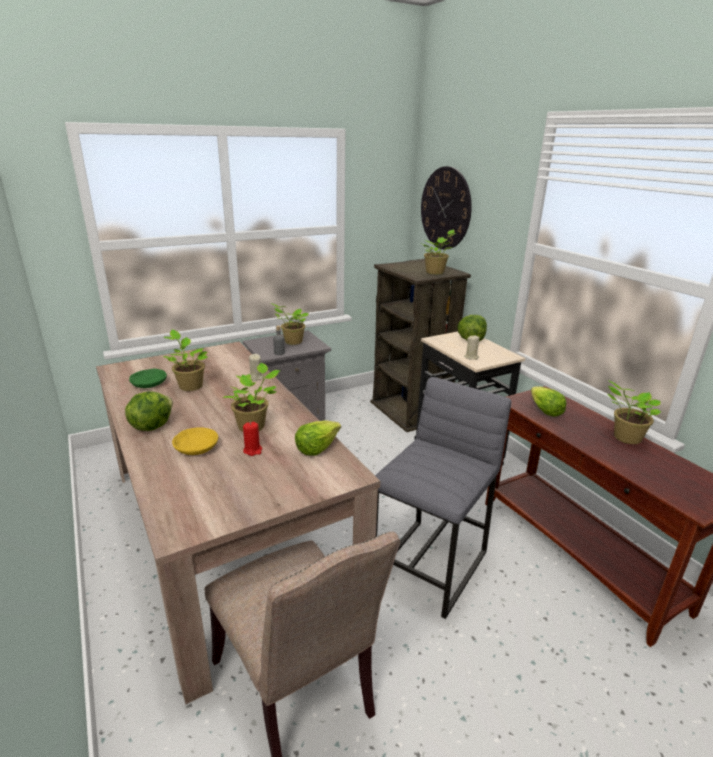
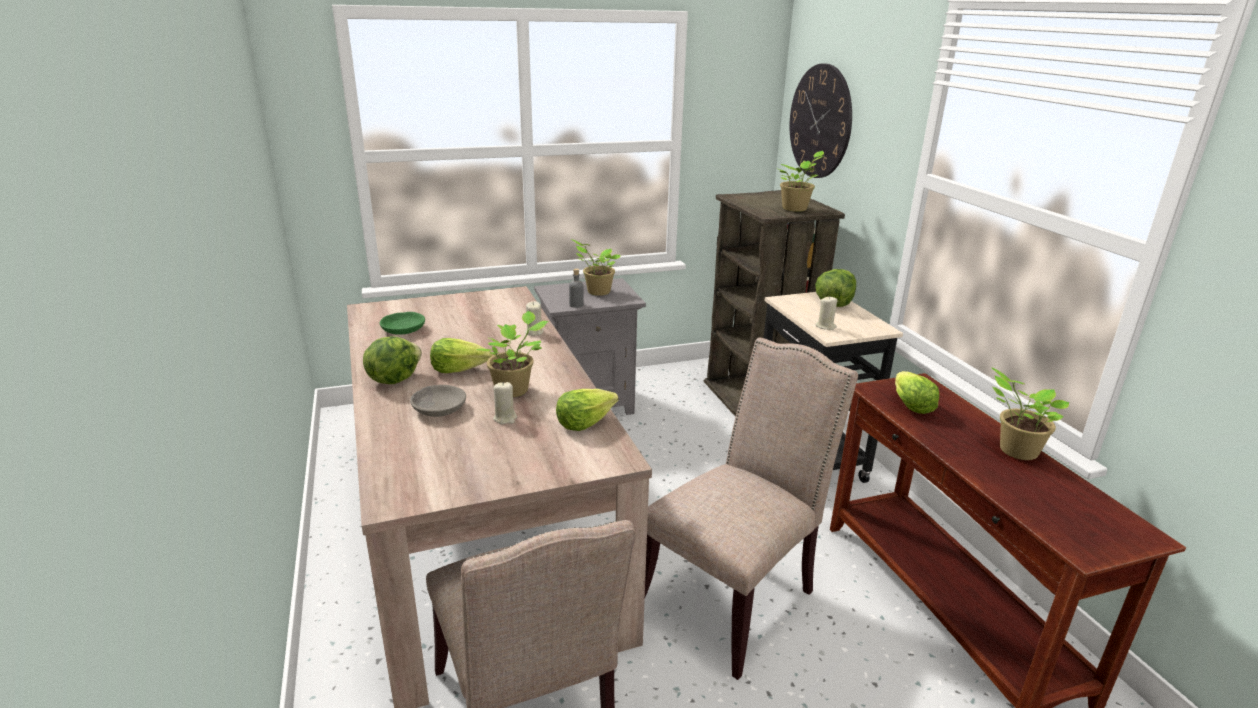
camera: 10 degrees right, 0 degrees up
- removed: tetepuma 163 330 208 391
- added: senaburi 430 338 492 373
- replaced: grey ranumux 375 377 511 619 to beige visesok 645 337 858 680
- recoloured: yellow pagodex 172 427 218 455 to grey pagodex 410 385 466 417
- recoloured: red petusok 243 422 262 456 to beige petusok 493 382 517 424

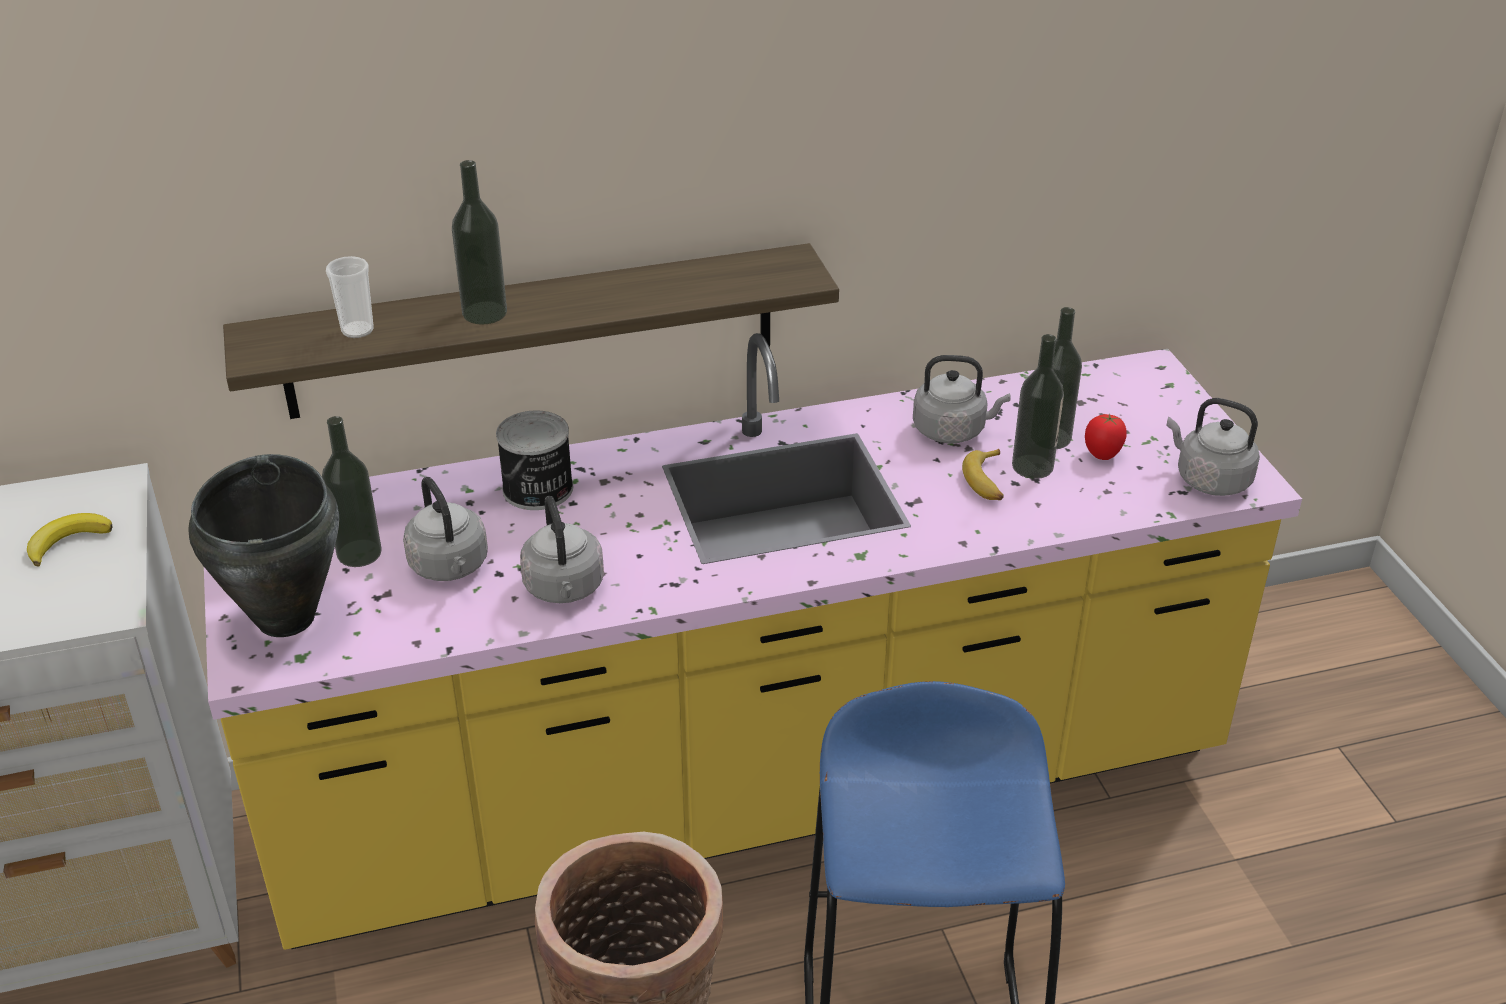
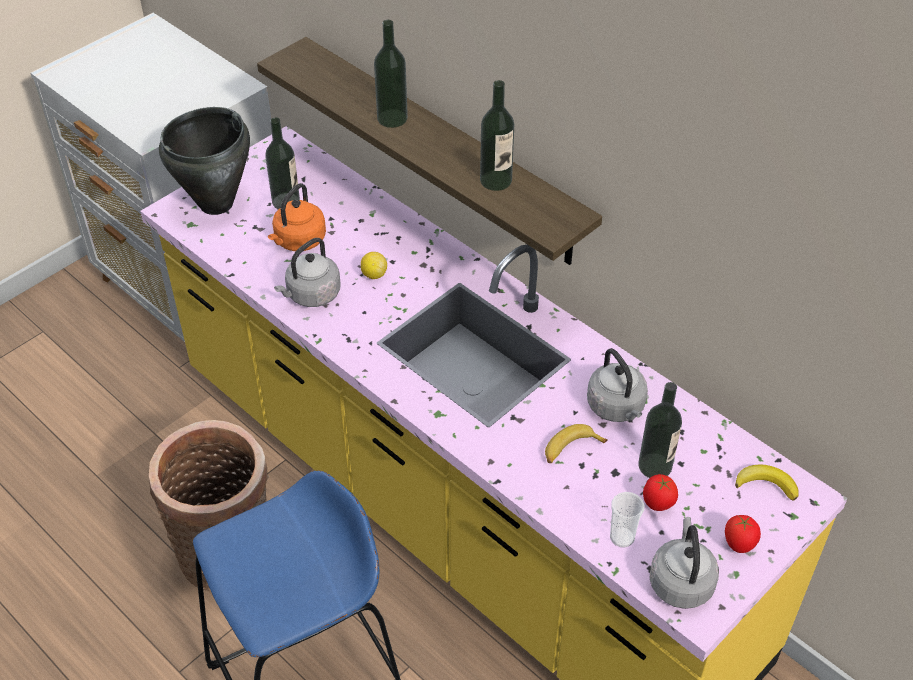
camera: 60 degrees right, 10 degrees up
- removed: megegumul 496 411 573 510
- added: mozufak 361 252 387 279
- added: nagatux 725 515 761 553
- moved: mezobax 27 513 113 567 to 735 464 799 501
- moved: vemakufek 326 256 374 338 to 610 492 644 548
- moved: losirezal 1012 334 1064 479 to 480 80 514 191
- recoloured: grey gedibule 403 477 488 581 to orange gedibule 268 183 326 251

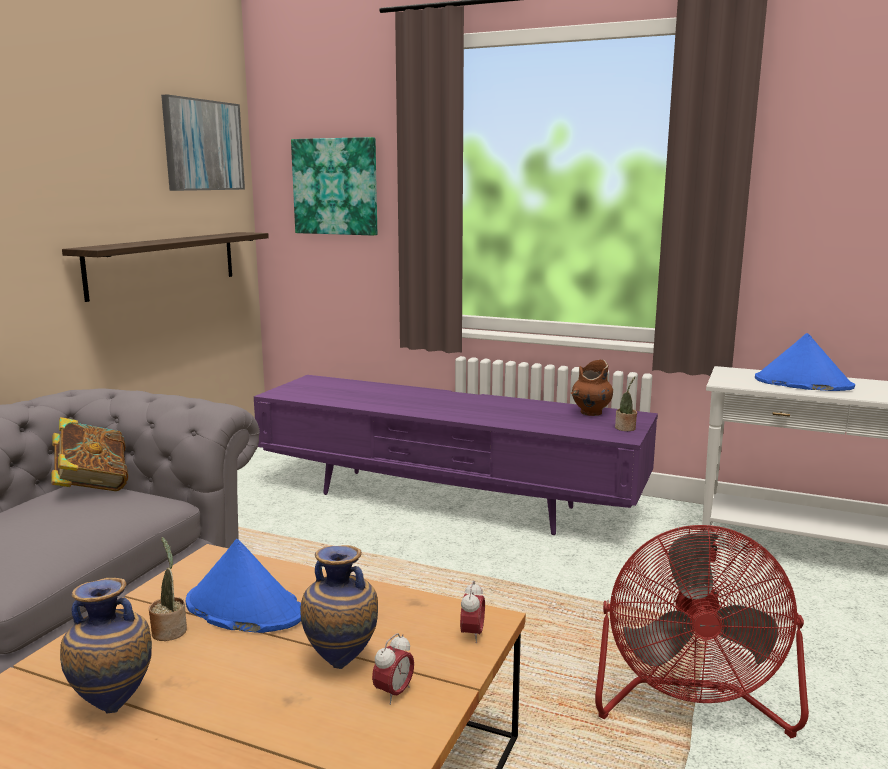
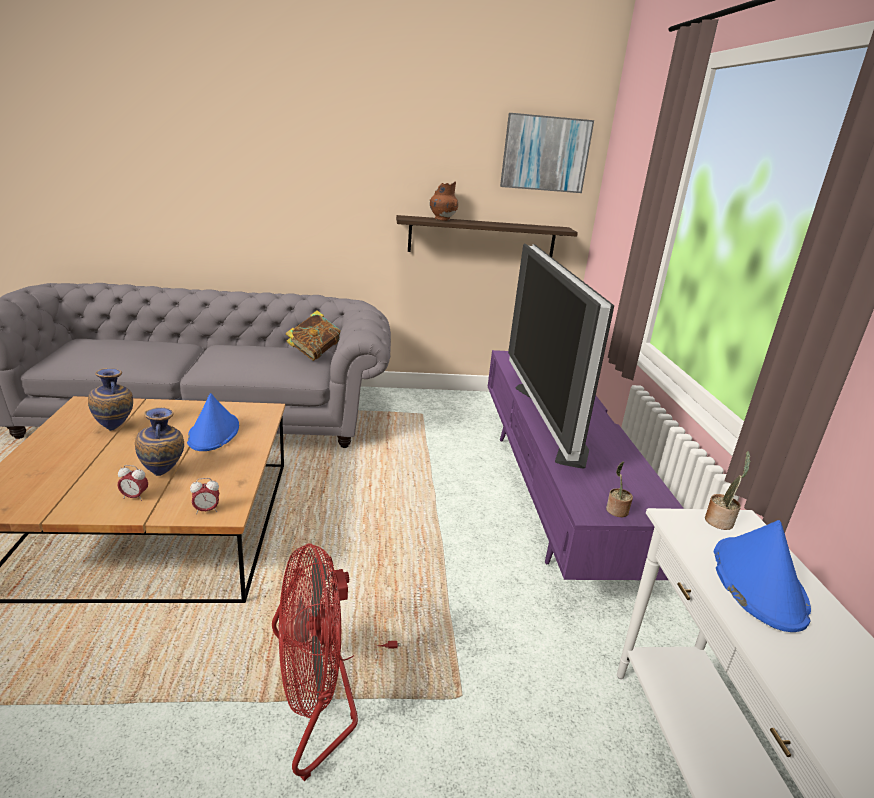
camera: 60 degrees right, 10 degrees up
- removed: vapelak 291 137 377 236
- added: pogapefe 508 244 614 468
- moved: tetepuma 149 537 187 641 to 705 451 751 530
- moved: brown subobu 571 360 613 416 to 430 181 458 221

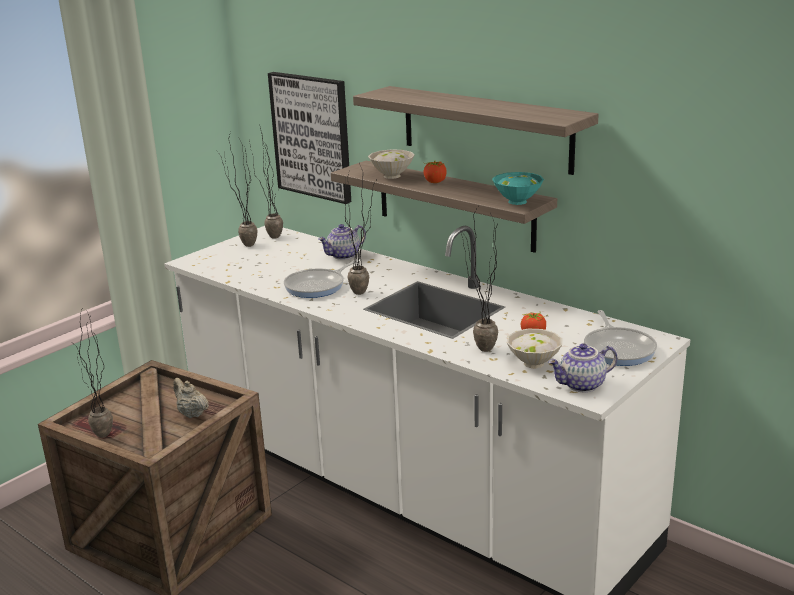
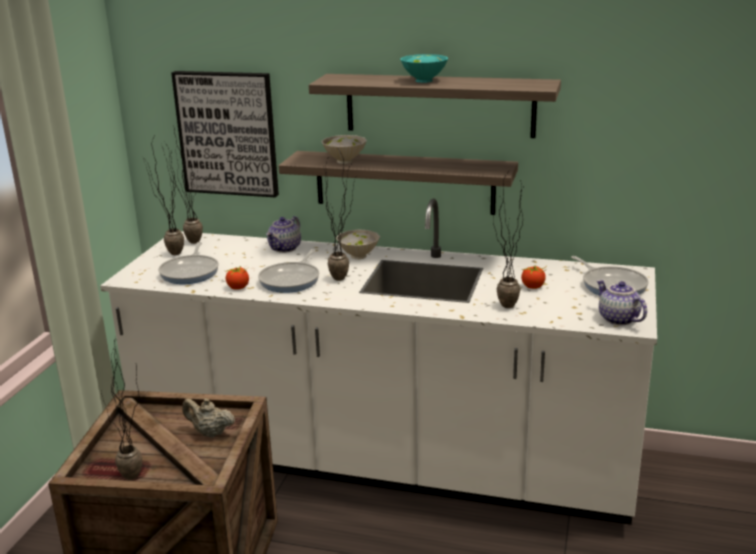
camera: 25 degrees left, 0 degrees up
- added: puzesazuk 158 242 219 284
- moved: nagatux 424 161 447 183 to 226 267 249 290
- moved: turquoise pagodex 492 172 544 205 to 400 54 448 83
- moved: white pagodex 507 328 562 368 to 336 229 380 259
- turned: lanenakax 548 343 617 392 = 596 280 647 325 105 degrees clockwise

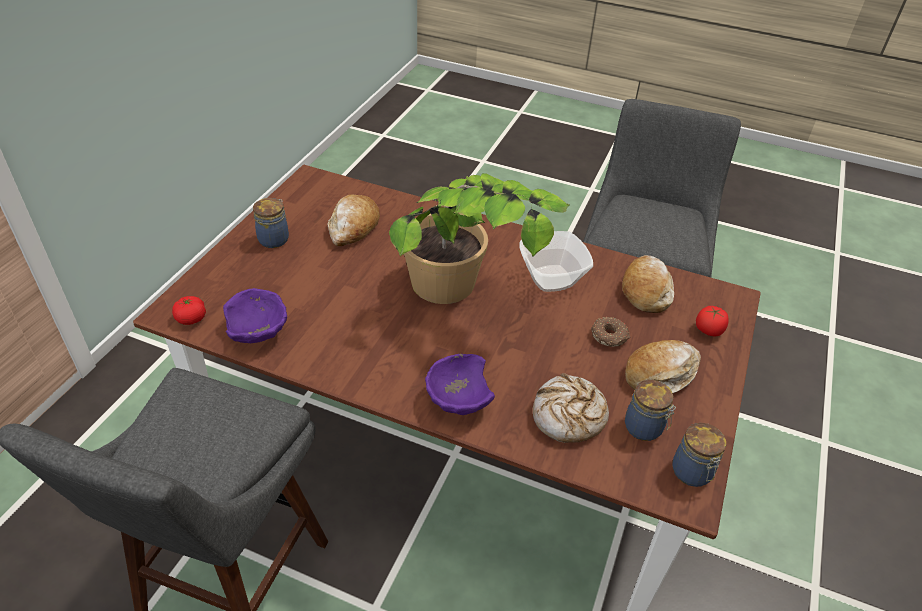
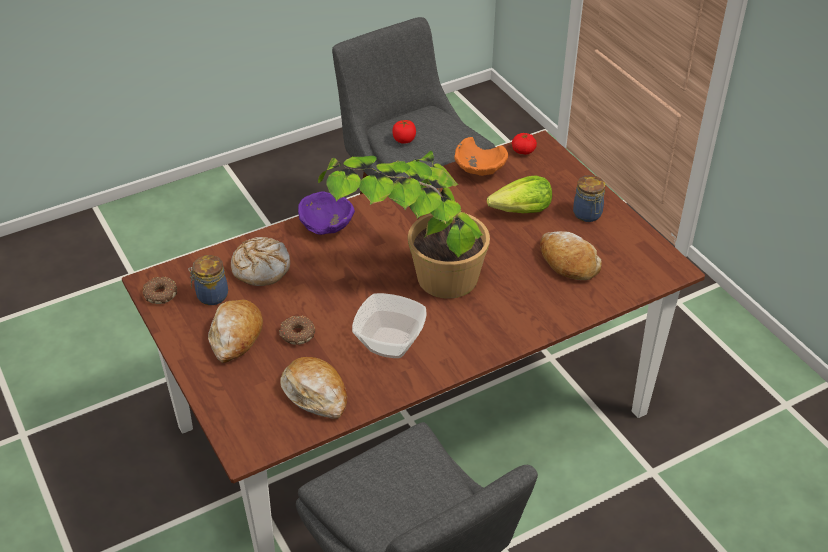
camera: 130 degrees right, 0 degrees up
- added: senaburi 487 175 552 213
- moved: nagatux 696 306 729 336 to 393 120 416 144
- replaced: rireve 673 423 726 487 to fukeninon 143 277 177 304
- recoloured: purple pagodex 223 288 287 343 to orange pagodex 454 137 508 176

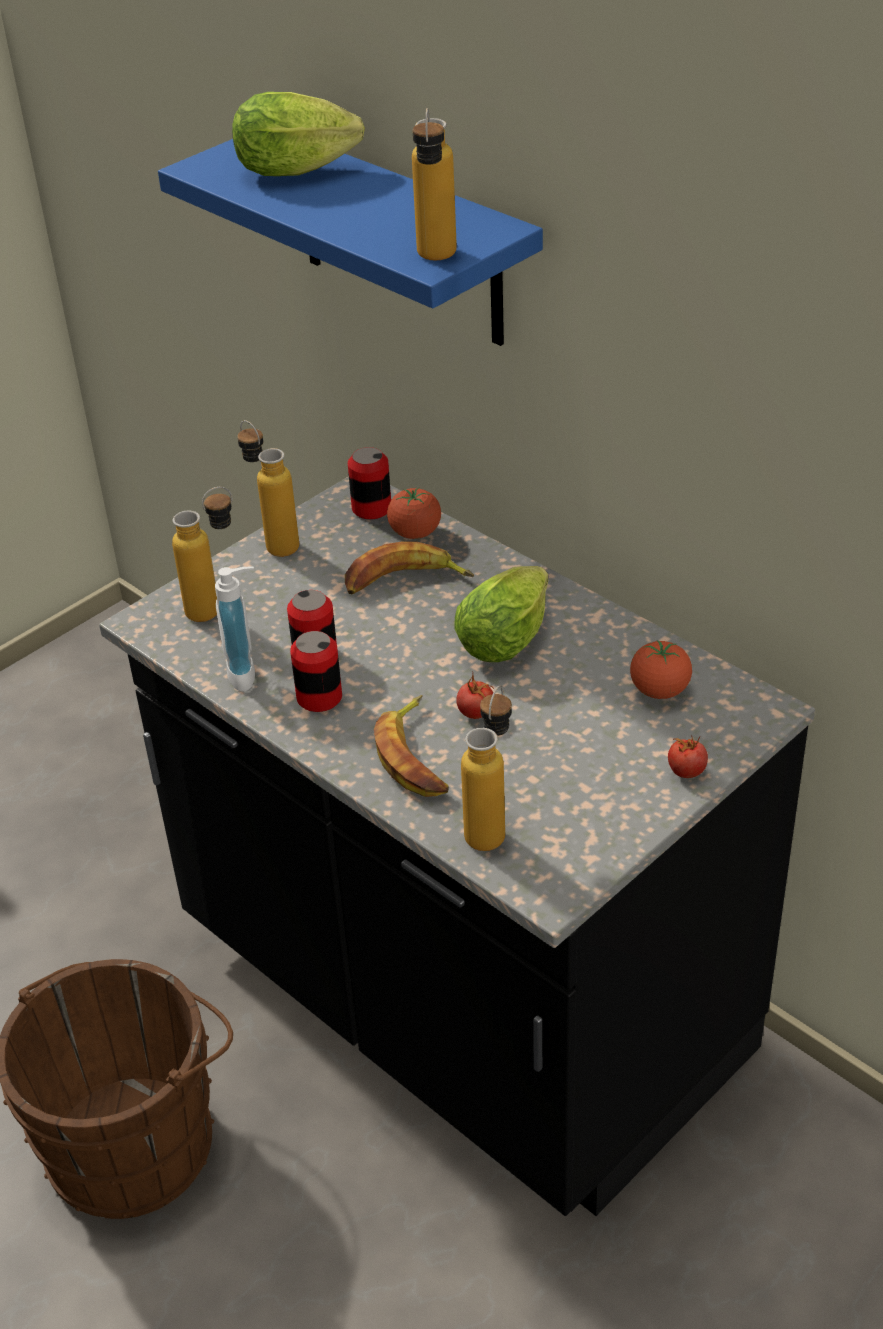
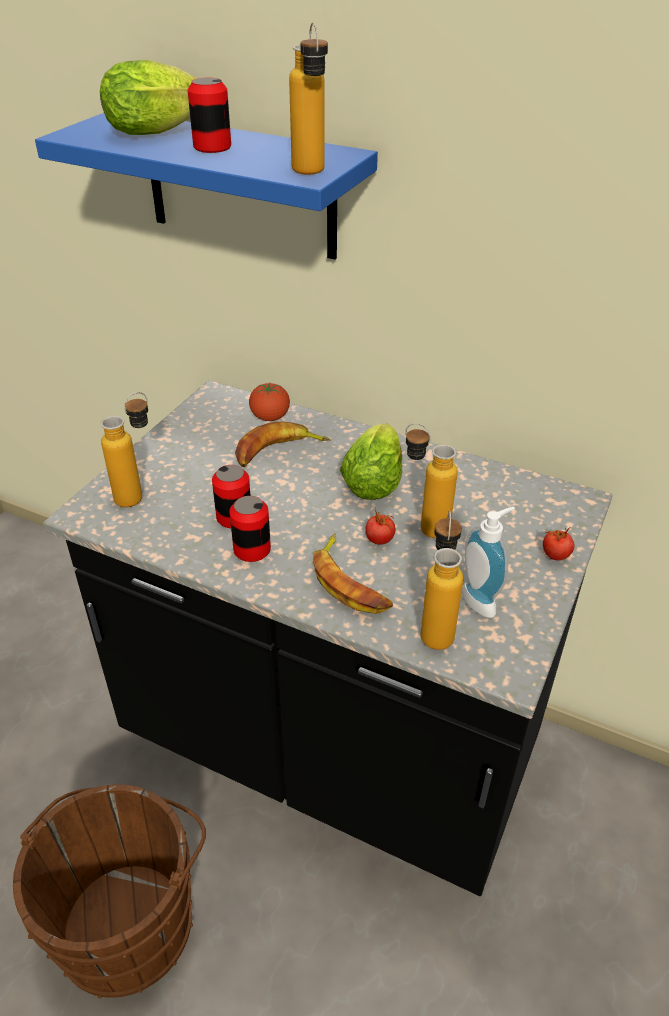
camera: 20 degrees left, 0 degrees up
- removed: nagatux 630 640 692 699
- moved: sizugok 215 567 255 692 to 462 507 515 618
- moved: losirezal 237 420 299 557 to 405 423 458 538
- moved: megegumul 348 447 391 519 to 188 78 231 153

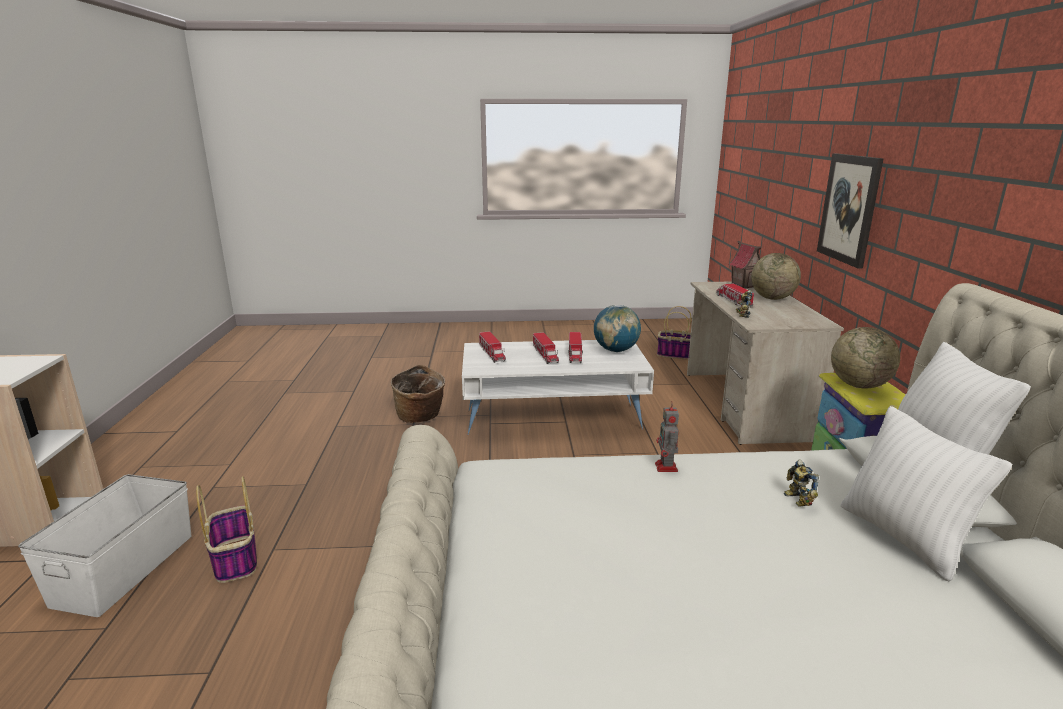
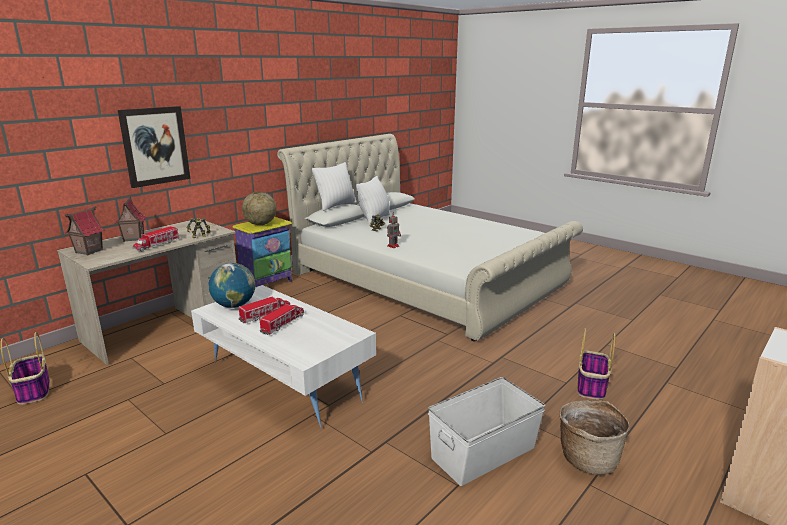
camera: 135 degrees left, 0 degrees up
- removed: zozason 479 331 506 363
- moved: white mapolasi 18 474 191 617 to 428 377 545 486
- moved: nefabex 391 365 445 423 to 559 400 630 475
- replaced: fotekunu 751 253 801 300 to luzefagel 114 196 147 242

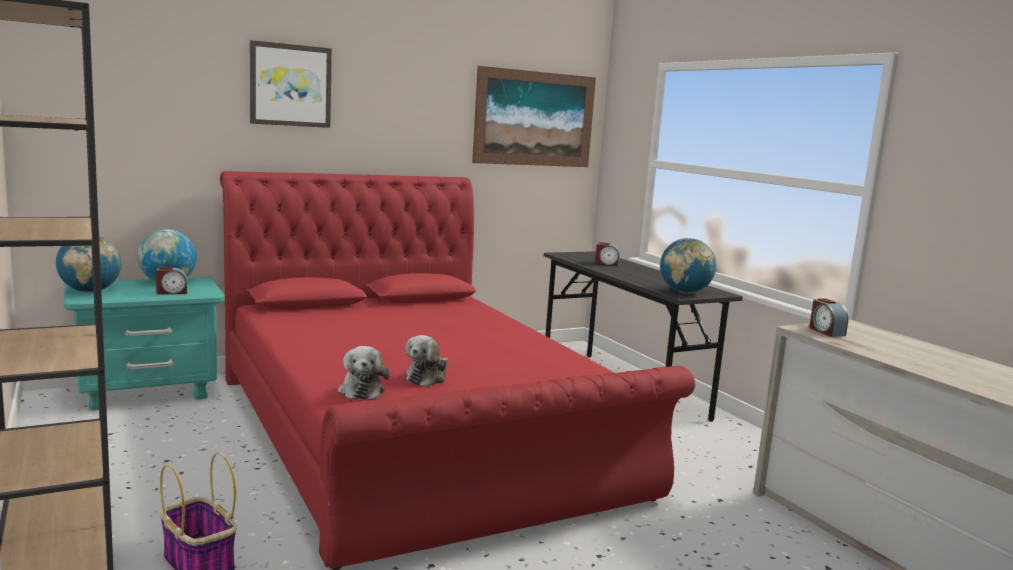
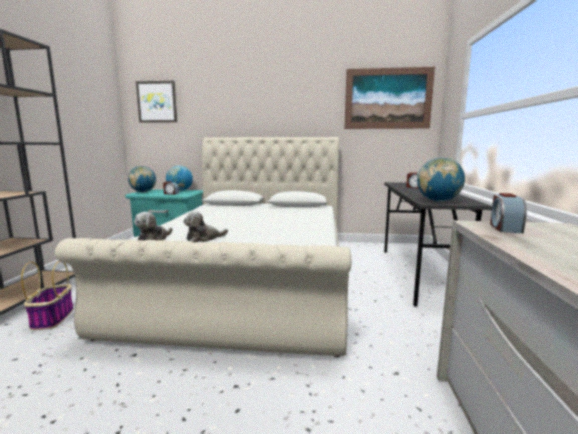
camera: 35 degrees right, 0 degrees up
- moved: vapelak 250 40 332 128 to 136 81 177 123
- recoloured: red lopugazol 220 171 695 570 to beige lopugazol 55 137 351 357

